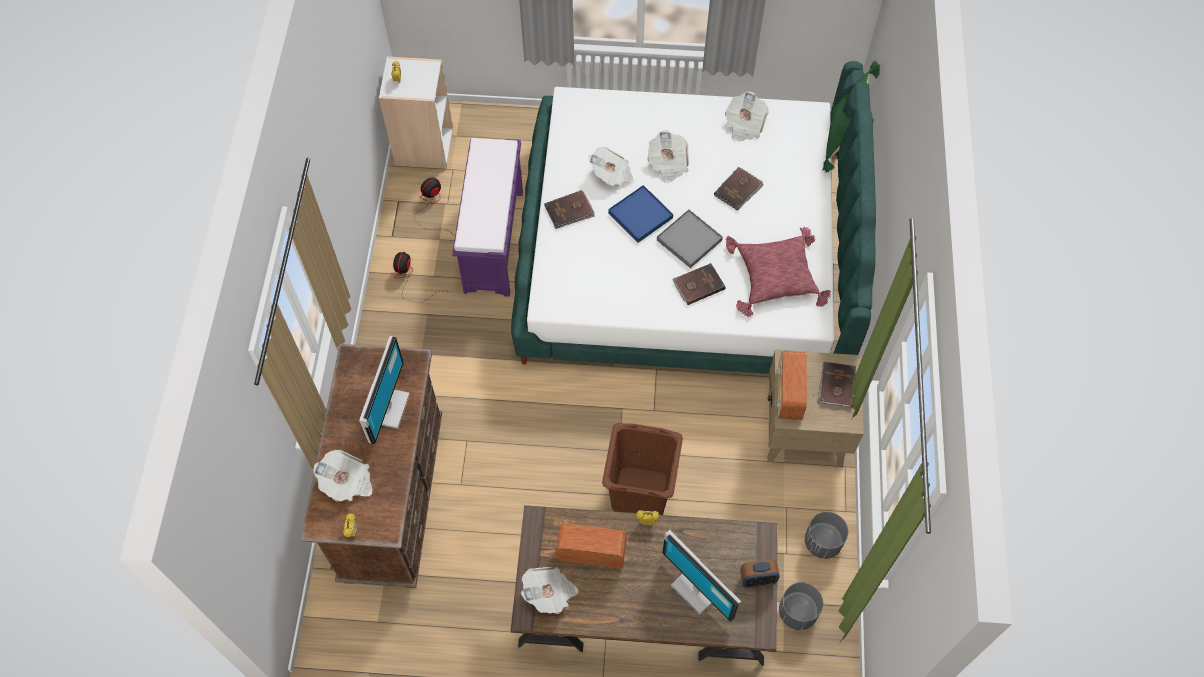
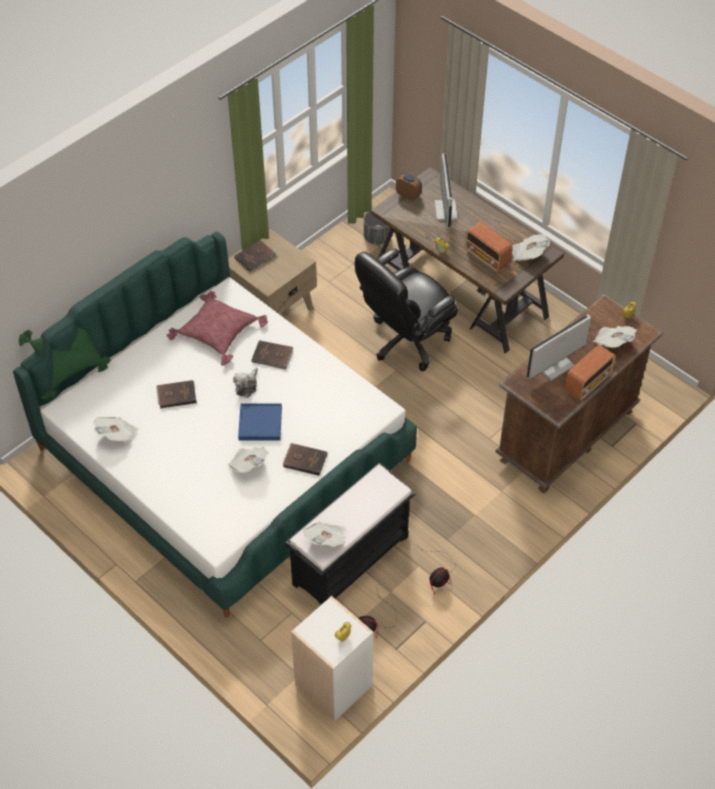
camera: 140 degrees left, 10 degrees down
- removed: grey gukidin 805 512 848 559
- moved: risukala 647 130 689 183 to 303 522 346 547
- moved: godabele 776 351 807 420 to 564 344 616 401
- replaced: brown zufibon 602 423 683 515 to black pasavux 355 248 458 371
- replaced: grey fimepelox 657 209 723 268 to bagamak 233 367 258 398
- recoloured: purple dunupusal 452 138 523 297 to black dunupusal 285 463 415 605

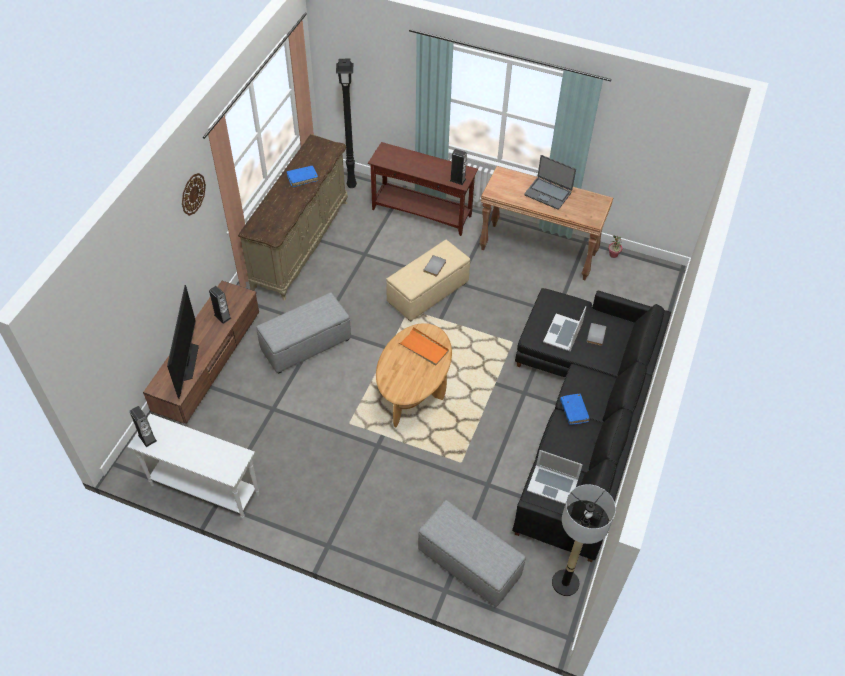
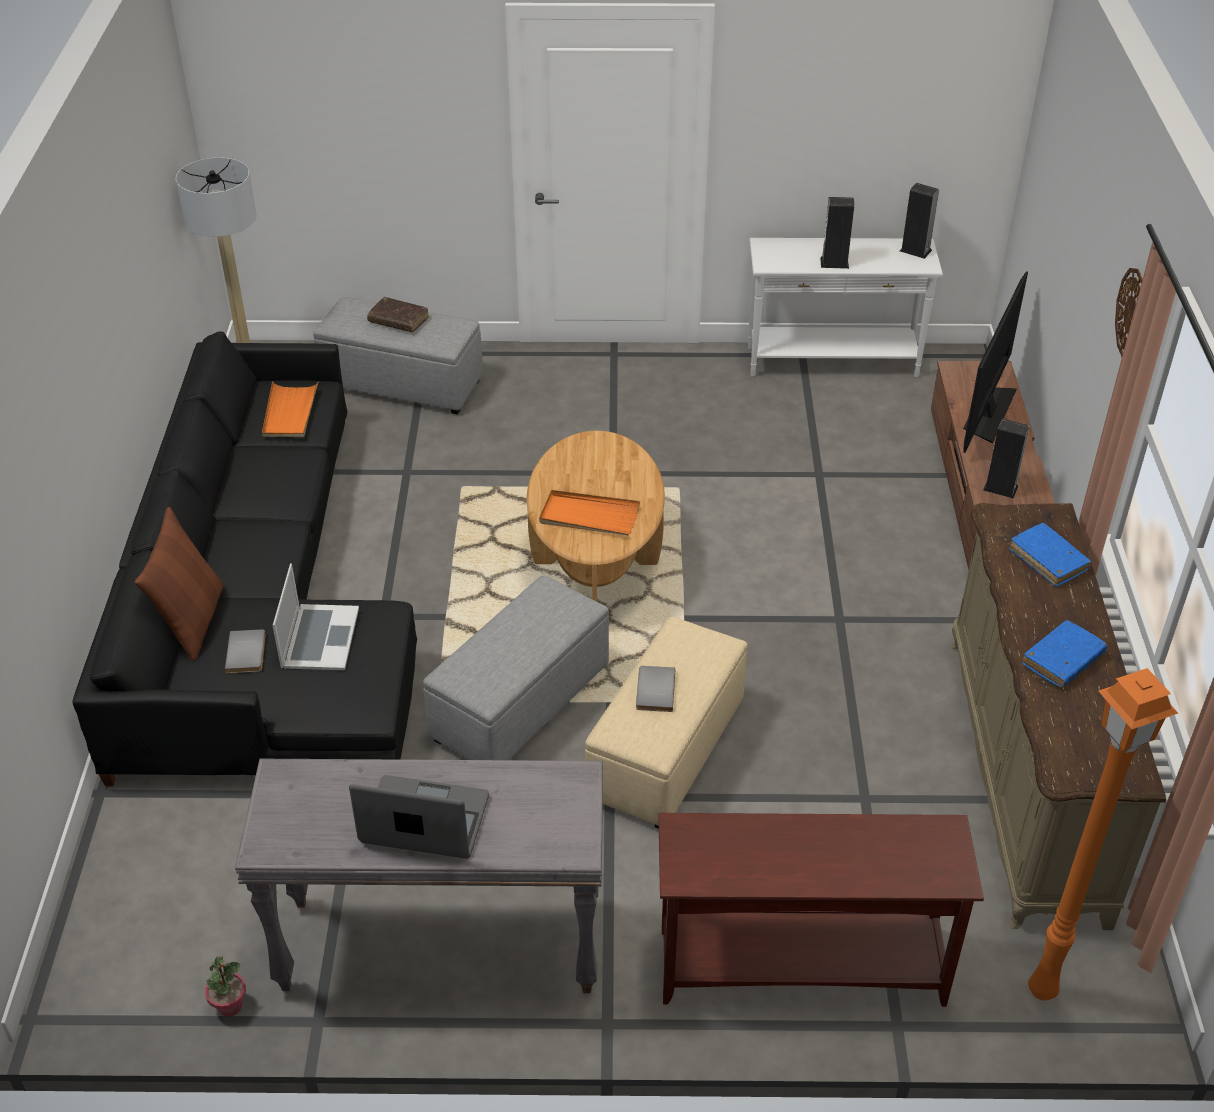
camera: 160 degrees right, 10 degrees down
- added: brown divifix 134 507 224 661
- added: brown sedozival 367 297 429 332
- moved: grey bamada 256 292 351 374 to 423 575 609 760
- moved: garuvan 450 149 467 185 to 820 197 854 269
- moved: blue sedozival 560 393 589 425 to 1009 523 1091 587
- replaced: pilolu 527 450 583 506 to orange fimepelox 262 381 319 437
- recoloured: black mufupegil 336 59 357 188 to orange mufupegil 1028 668 1178 1001
- recoloured: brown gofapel 479 166 613 280 to grey gofapel 235 759 603 994
- turned: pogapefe 167 285 199 399 = 963 271 1028 453 45 degrees clockwise

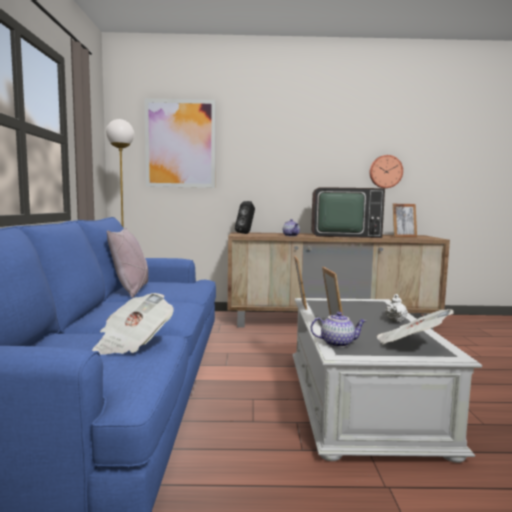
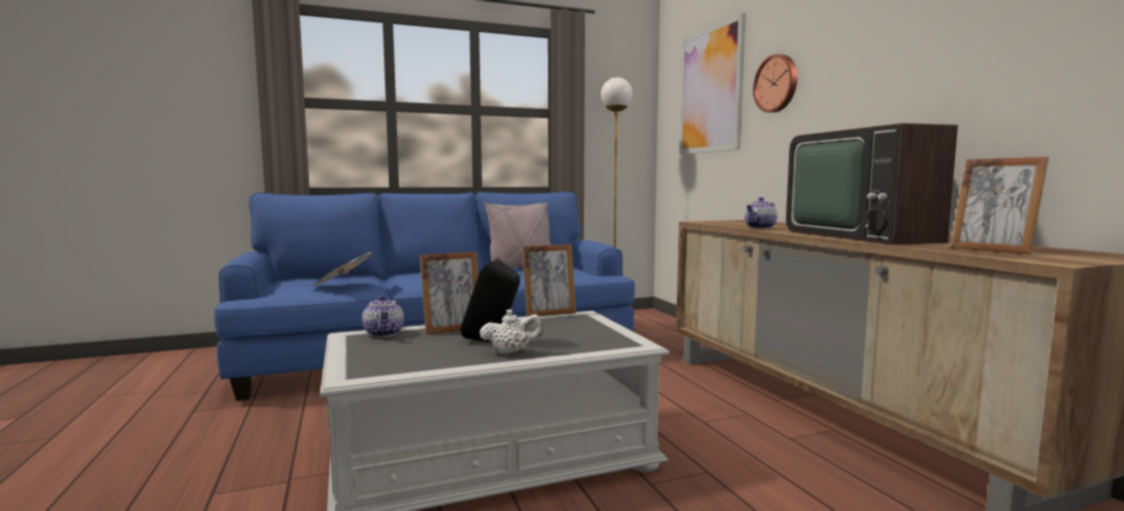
camera: 70 degrees right, 0 degrees up
- removed: risukala 377 309 454 345
- moved: black garuvan 235 201 255 234 to 460 259 520 342
- moved: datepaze 370 155 403 188 to 753 54 797 113

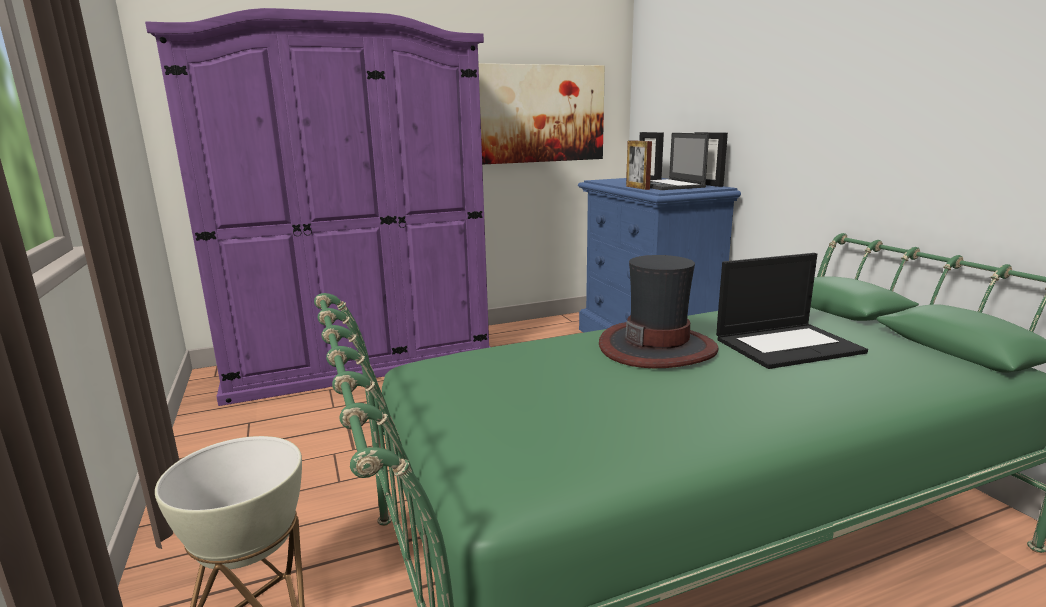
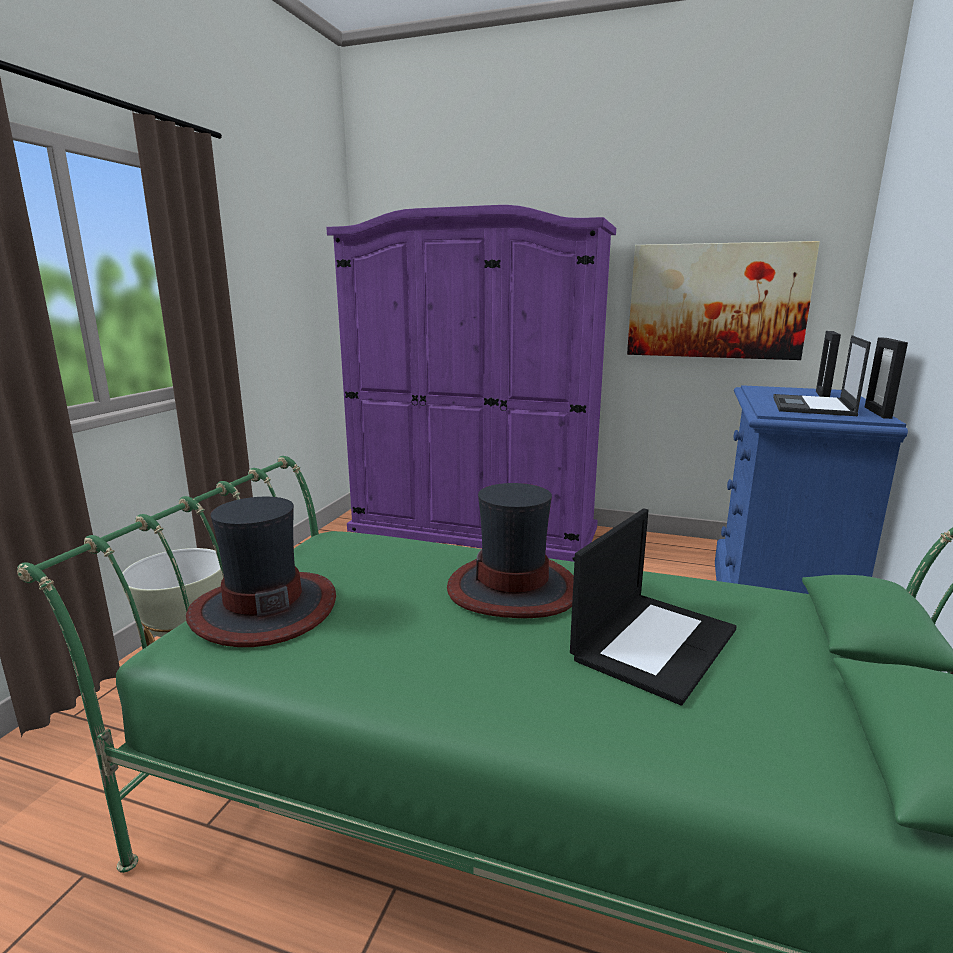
camera: 40 degrees right, 0 degrees up
- removed: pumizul 626 140 652 190
- added: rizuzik 186 497 336 647
- turned: pilolu 716 253 868 369 = 570 509 737 705 75 degrees counterclockwise

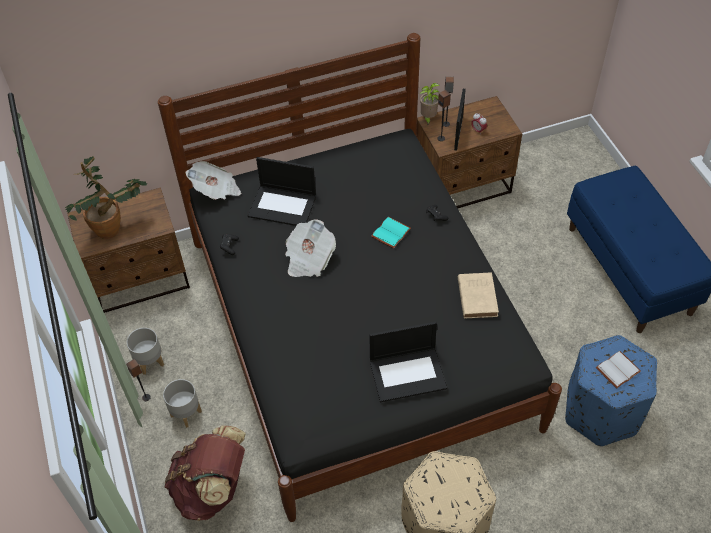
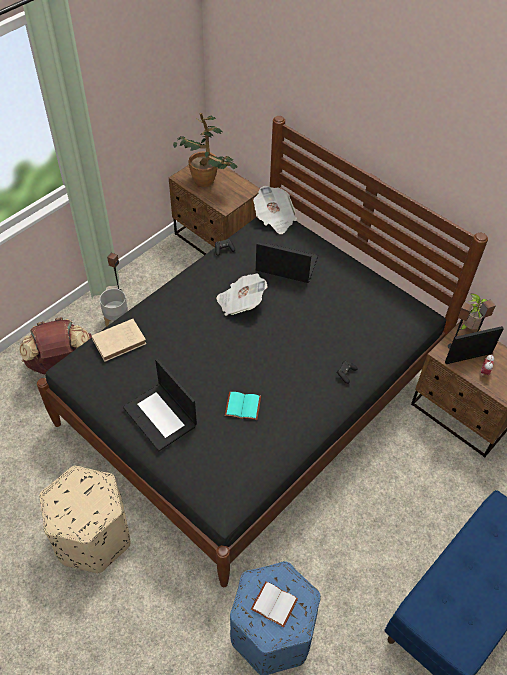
camera: 60 degrees right, 0 degrees up
- removed: grey gukidin 127 328 164 375
- moved: turquoise sedozival 371 216 411 248 to 225 392 261 420
- moved: beige sedozival 458 272 499 319 to 91 319 146 361
- turned: pilolu 248 157 316 226 = 256 242 318 283 120 degrees clockwise

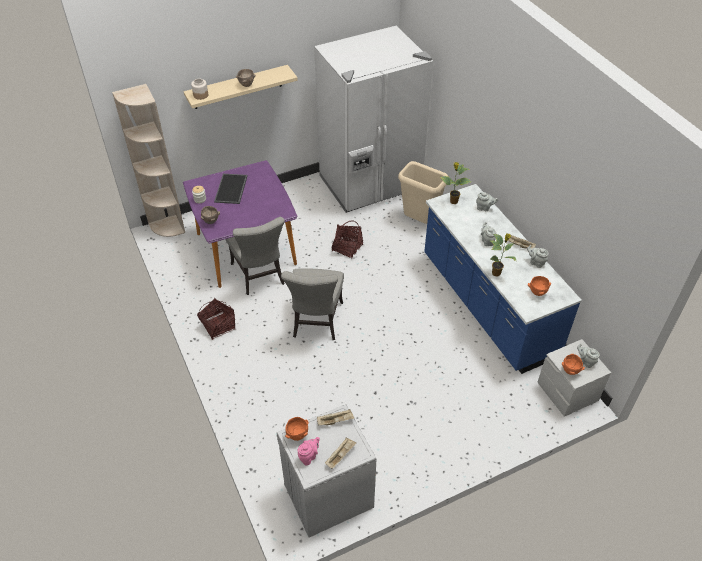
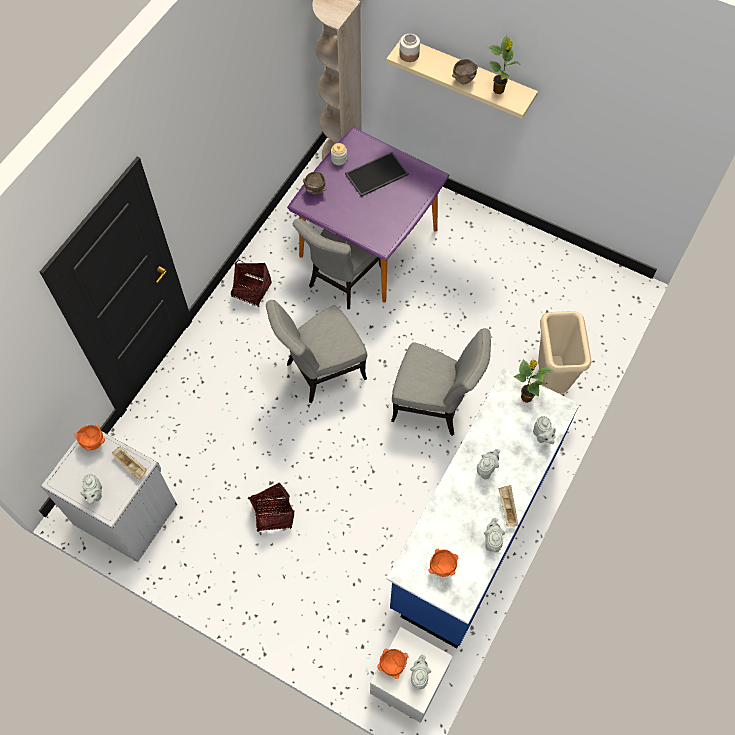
camera: 55 degrees right, 15 degrees up
- removed: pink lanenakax 298 437 320 465
- removed: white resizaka 314 26 433 213
- added: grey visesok 391 328 491 436
- moved: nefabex 332 220 363 259 to 248 482 294 532
- moved: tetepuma 490 233 516 277 to 487 35 522 94
- replaced: beige fimepelox 325 438 356 469 to grey lanenakax 81 474 102 504

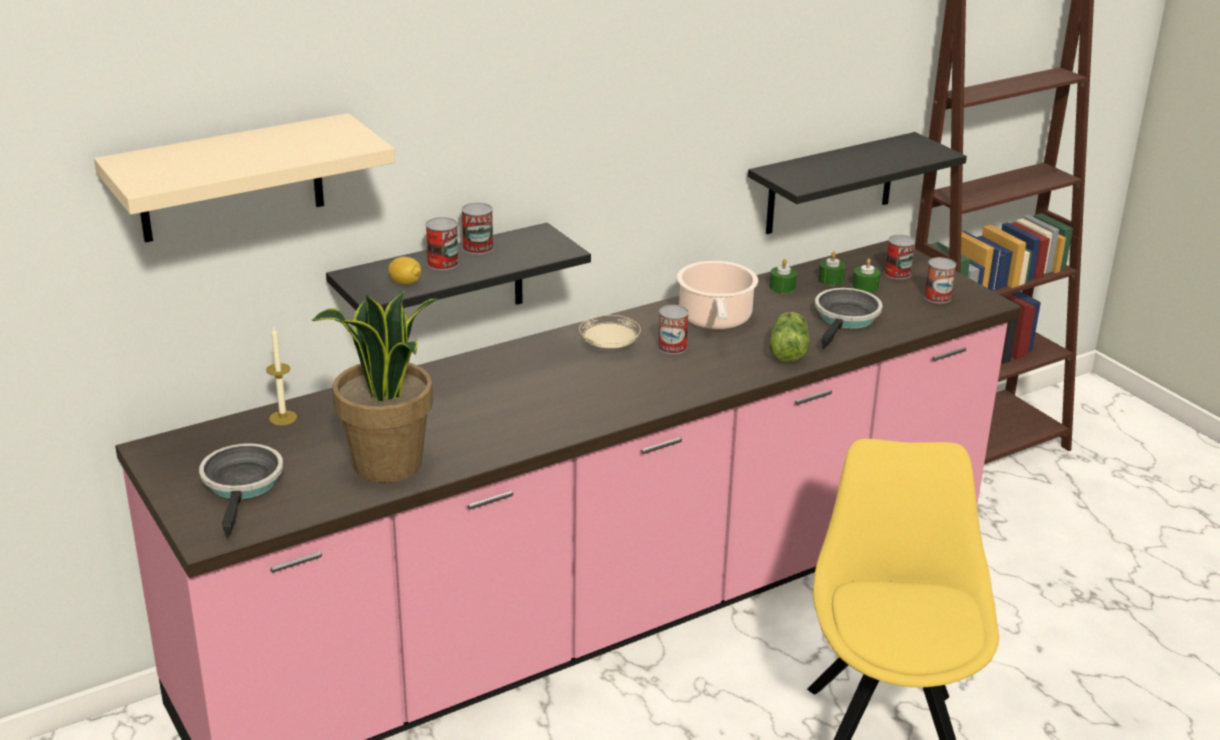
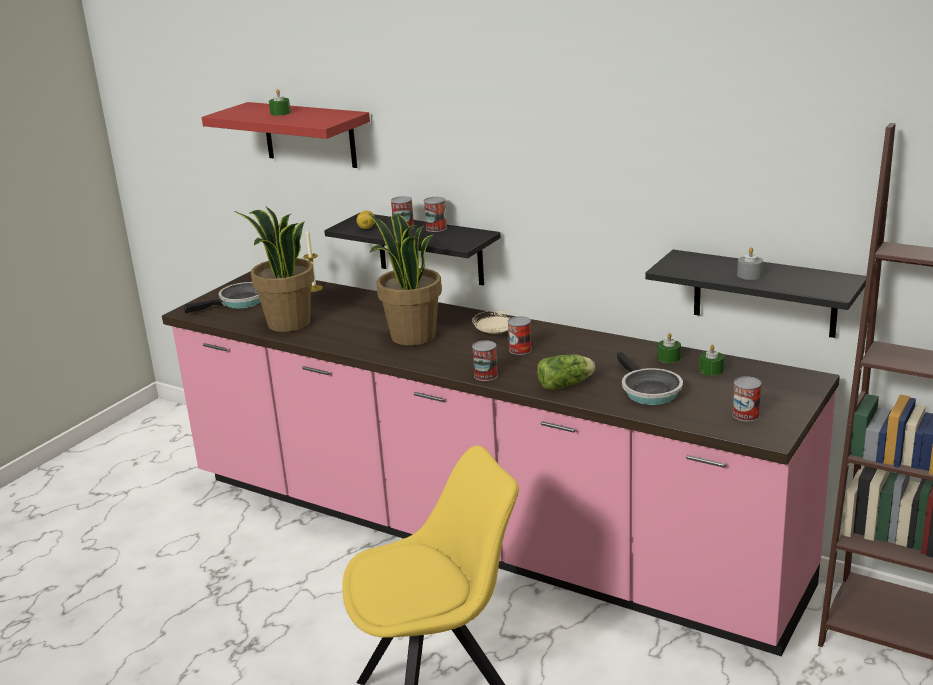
camera: 65 degrees right, 5 degrees down
- removed: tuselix 677 261 758 330
- added: tetepuma 369 213 442 346
- added: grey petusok 737 247 763 280
- moved: green petusok 853 258 880 293 to 269 89 291 116
- moved: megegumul 884 235 915 279 to 472 340 498 381
- recoloured: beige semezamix 94 113 395 243 to red semezamix 202 102 370 168
- turned: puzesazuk 815 288 882 349 = 617 352 683 405 75 degrees clockwise

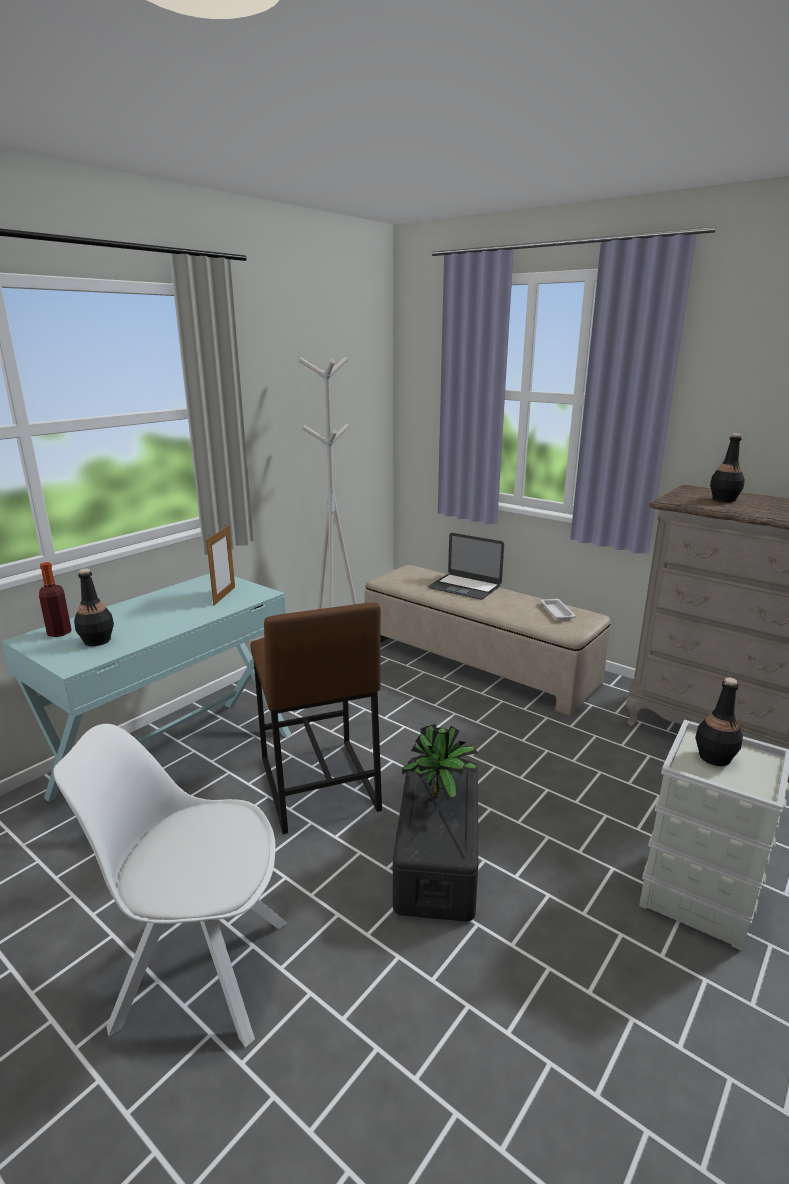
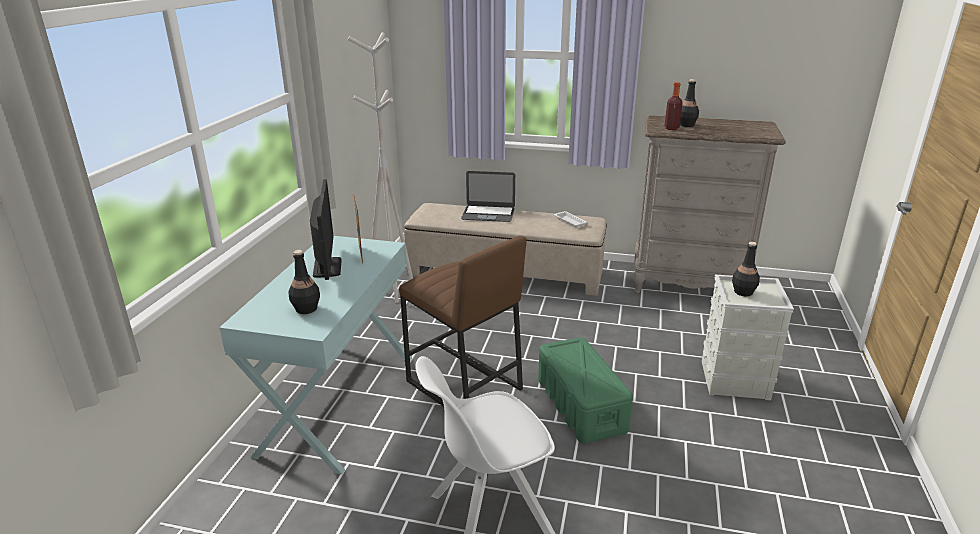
camera: 25 degrees left, 5 degrees up
- removed: tetepuma 402 724 478 800
- added: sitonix 310 179 342 280
- moved: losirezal 39 562 72 637 to 664 82 683 130
- recoloured: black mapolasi 393 759 478 922 to green mapolasi 538 337 633 444

